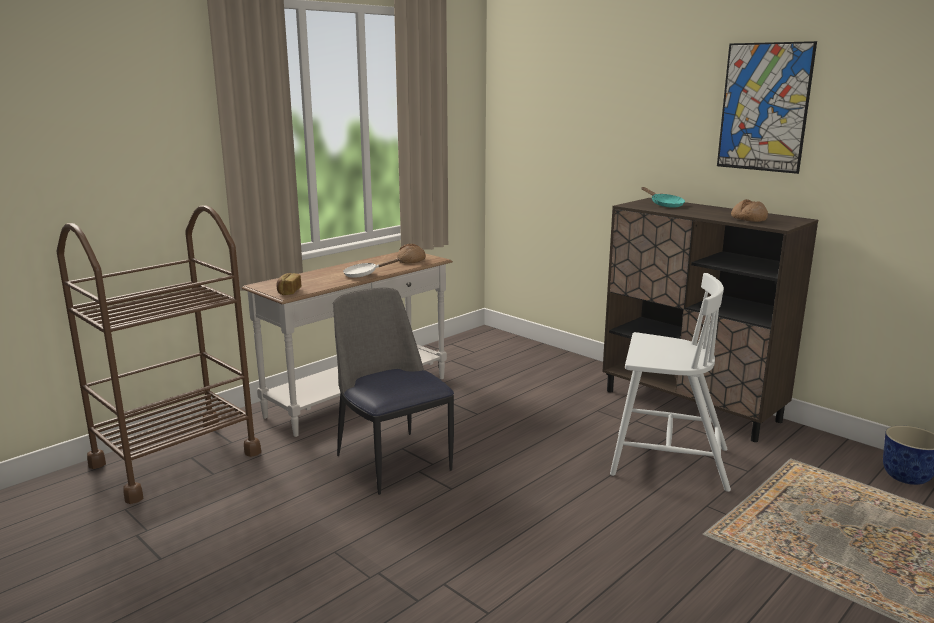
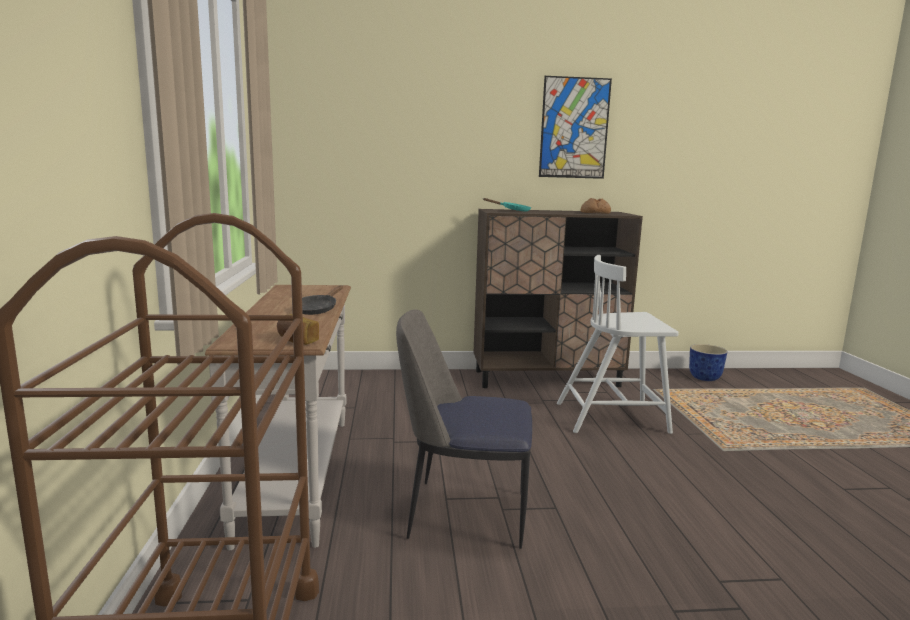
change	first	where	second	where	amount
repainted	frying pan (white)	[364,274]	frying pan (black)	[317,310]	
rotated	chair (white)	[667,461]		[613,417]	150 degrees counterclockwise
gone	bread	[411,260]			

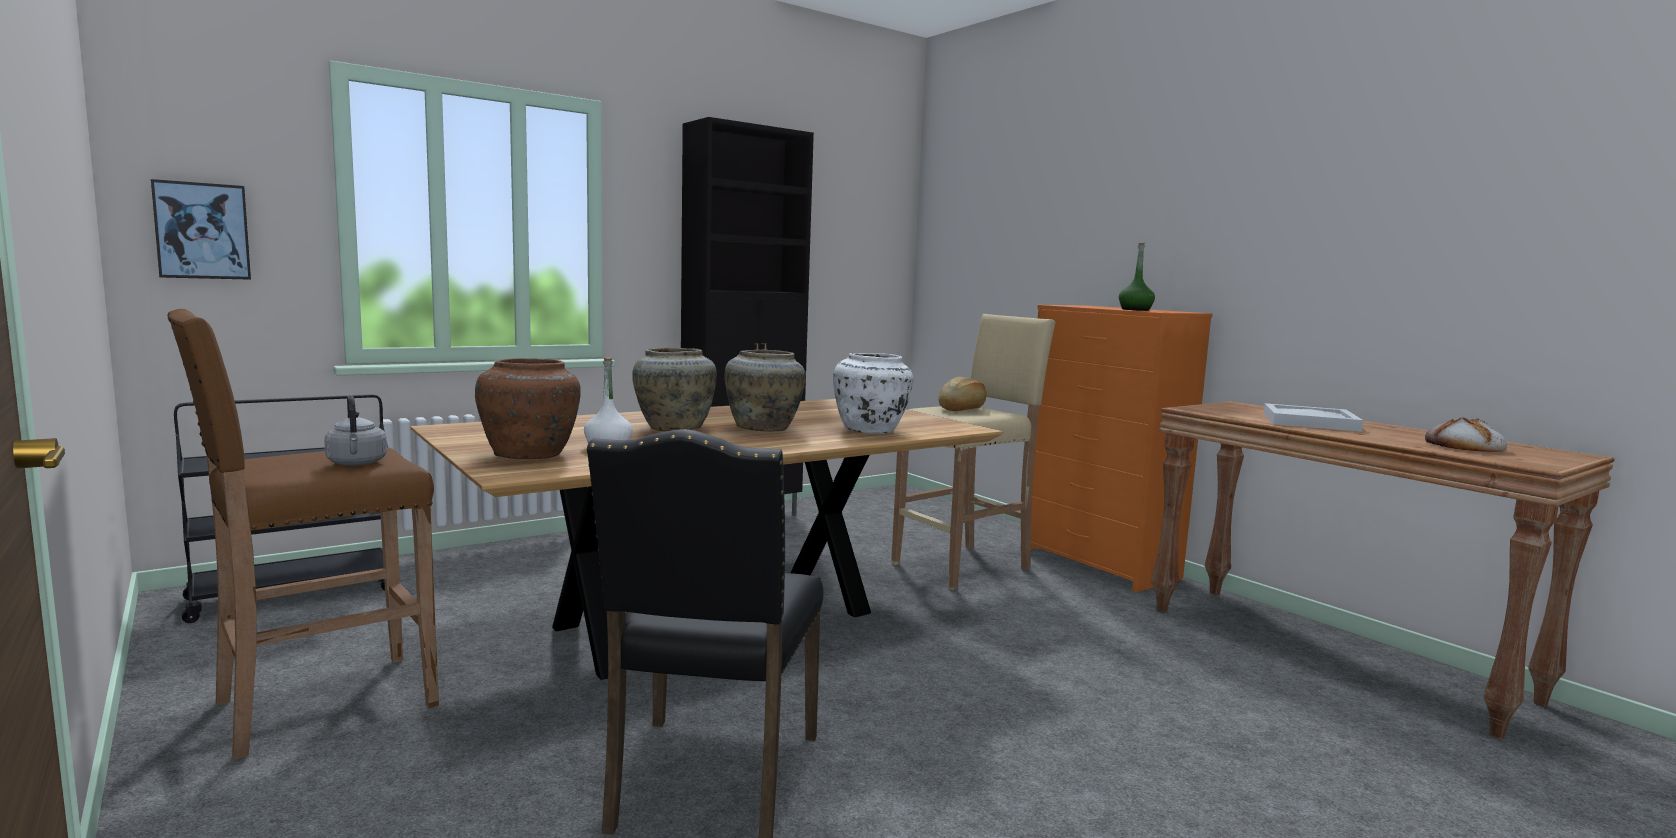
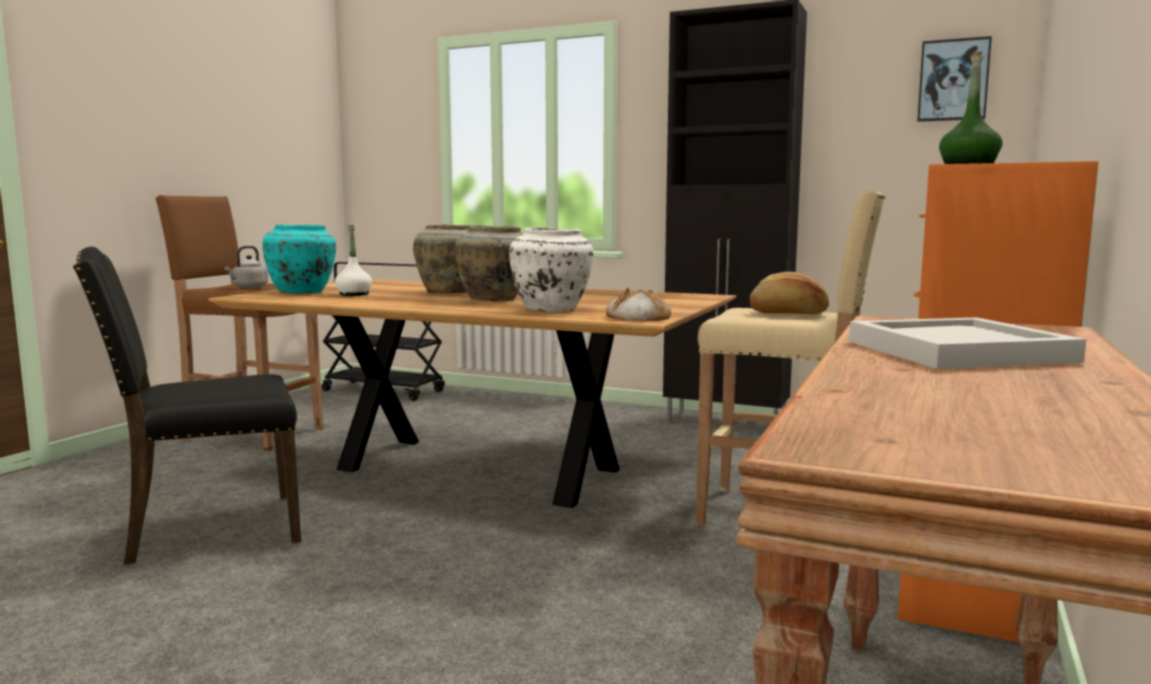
change	first	where	second	where	amount
repainted	vase (brown)	[531,455]	vase (turquoise)	[303,292]	
shifted	bread	[1464,446]		[637,317]	
shifted	picture	[202,231]		[953,80]	

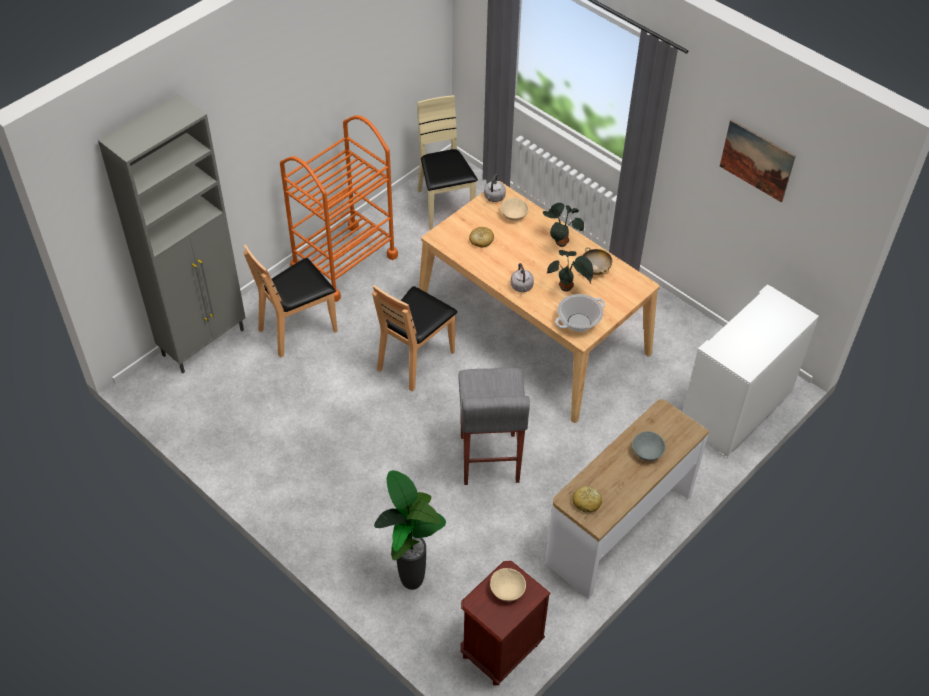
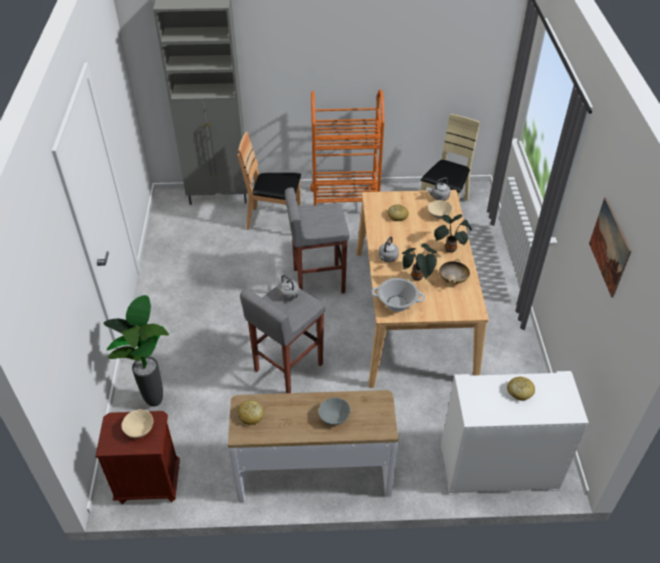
change	first	where	second	where	amount
new			kettle (grey)	[289,295]	
swapped	chair (brown)	[415,359]	stool (grey)	[317,280]	
new			bread	[519,391]	

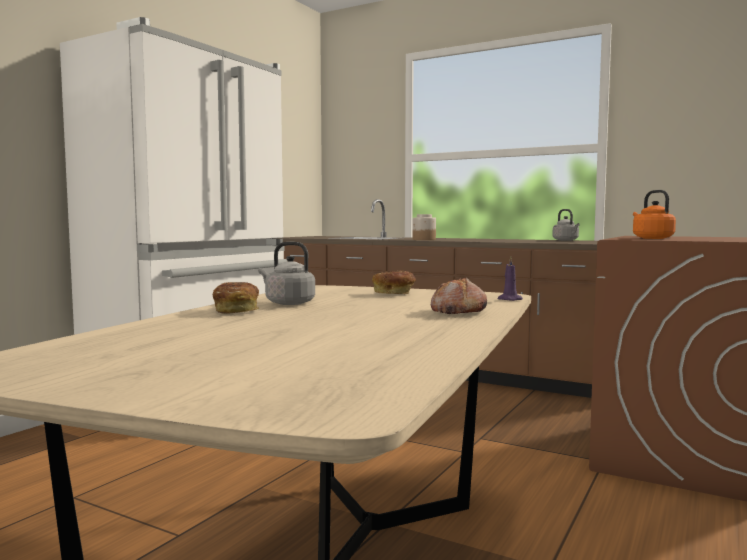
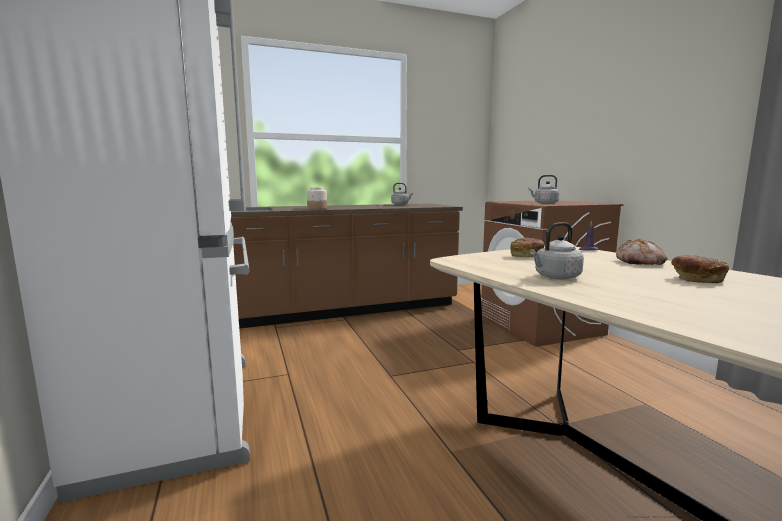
change	first	where	second	where	amount
repainted	kettle (orange)	[651,238]	kettle (grey)	[544,203]	
shifted	bread	[237,310]		[696,279]	

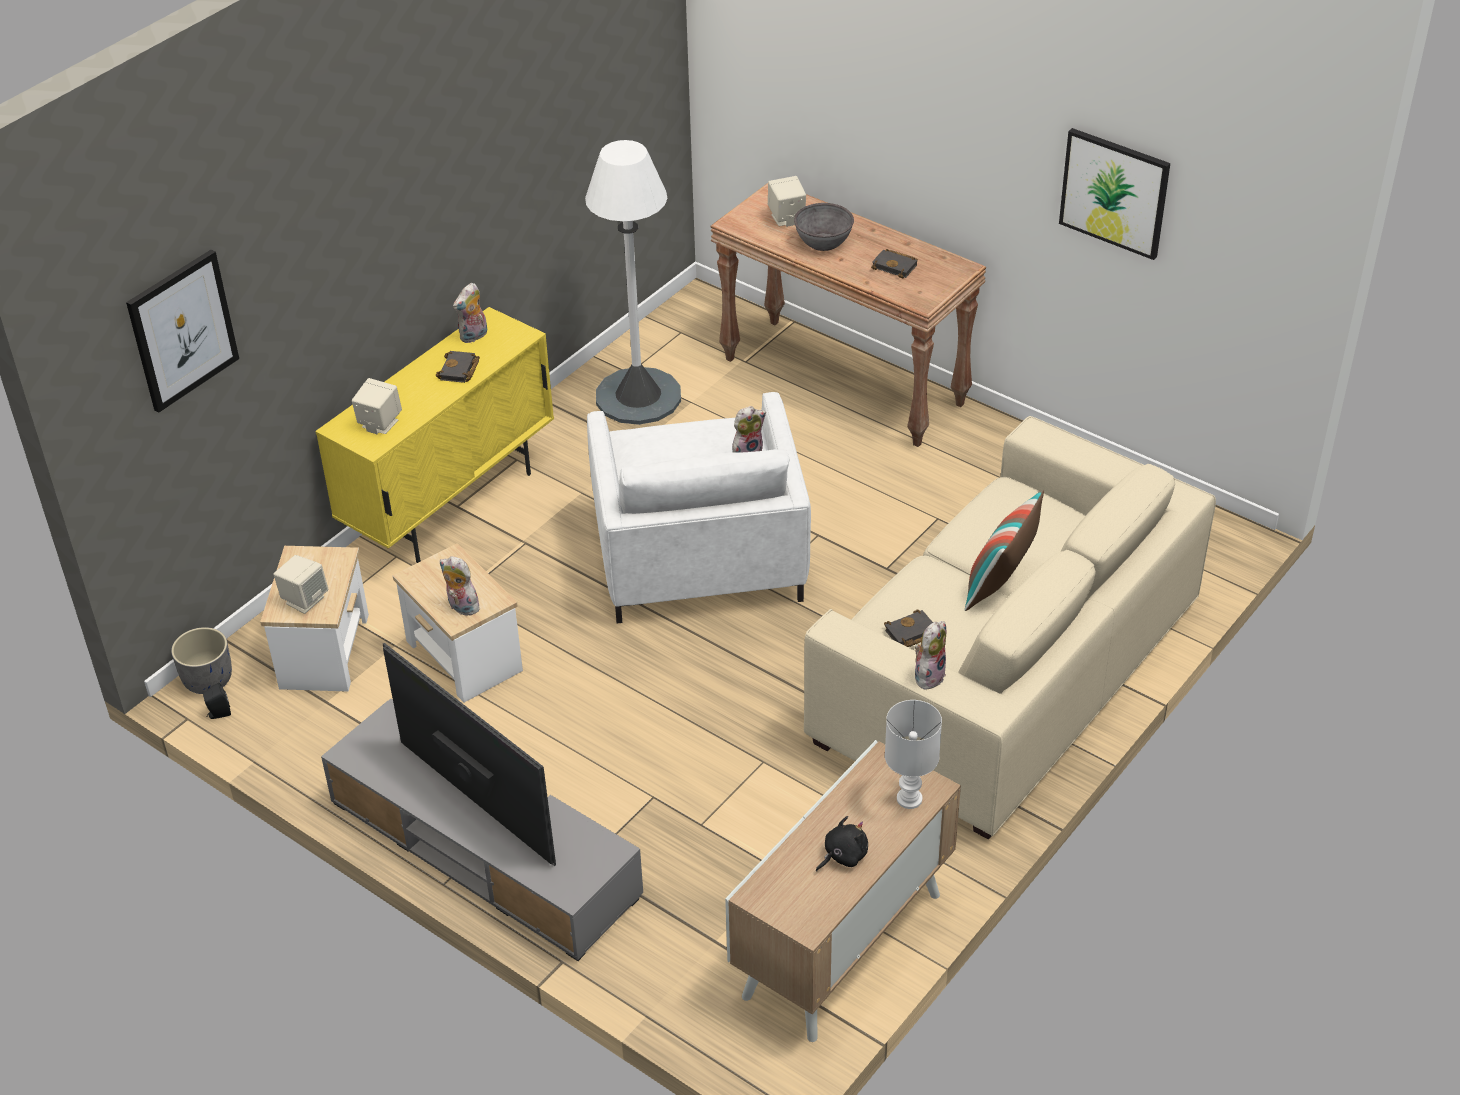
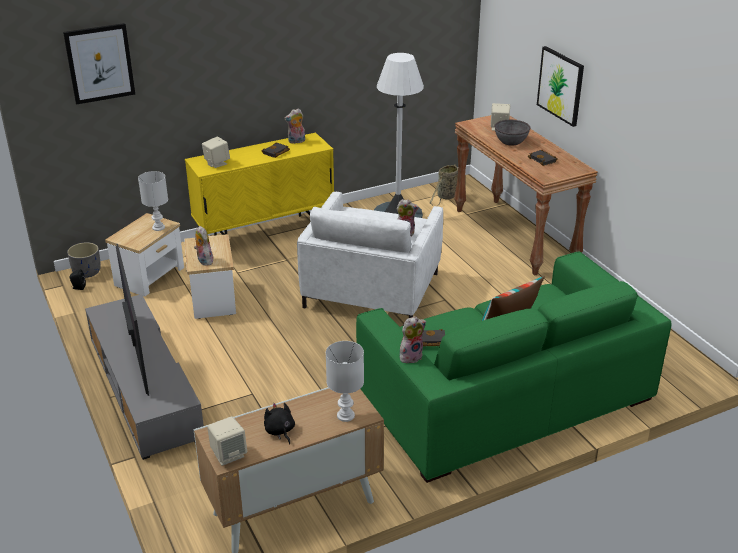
change	first	where	second	where	amount
new			table lamp (white)	[159,228]	
shifted	speaker (beige)	[304,600]		[228,454]	
rotated	plush toy (black)	[843,855]		[280,431]	105 degrees counterclockwise
repainted	sofa (beige)	[1005,671]	sofa (green)	[504,398]	
new			basket	[446,197]	
shifted	picture	[1114,192]		[561,85]	

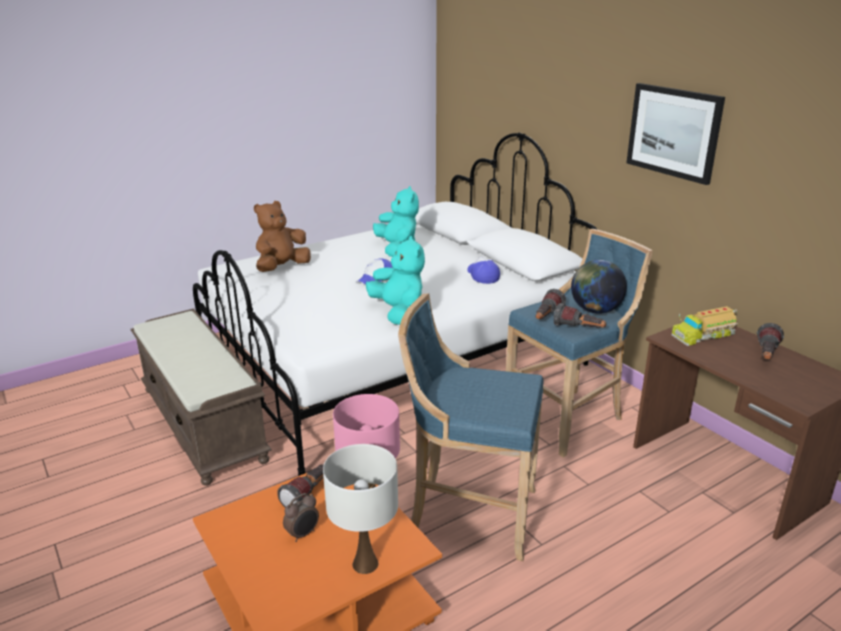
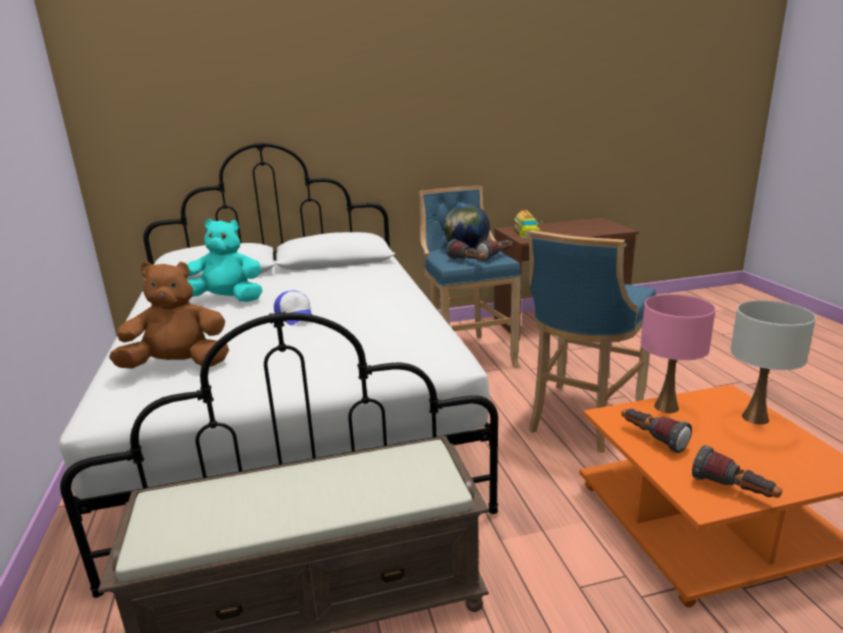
change	first	where	second	where	amount
rotated	plush toy (brown)	[282,268]		[179,365]	105 degrees clockwise
shifted	flashlight	[766,355]		[733,491]	
gone	alarm clock	[303,534]			
gone	plush toy (turquoise)	[399,313]			
gone	cap	[482,275]			
gone	picture	[673,132]			

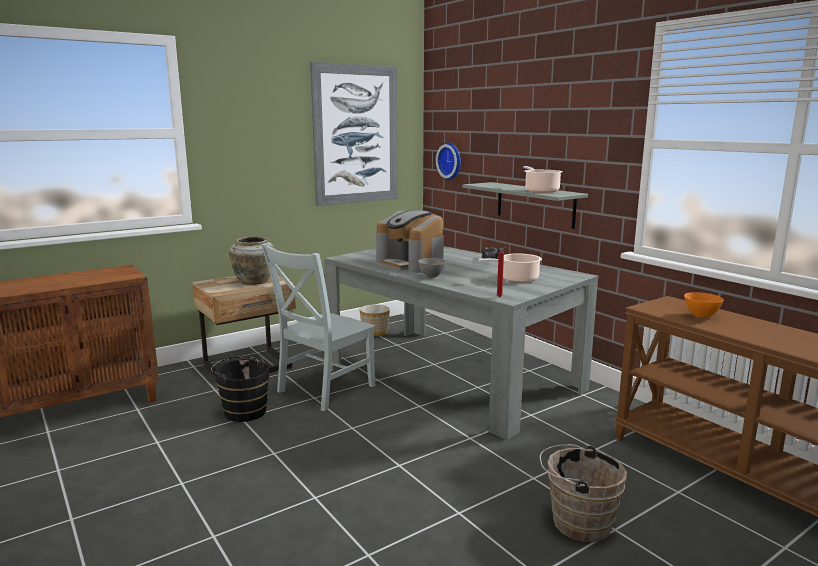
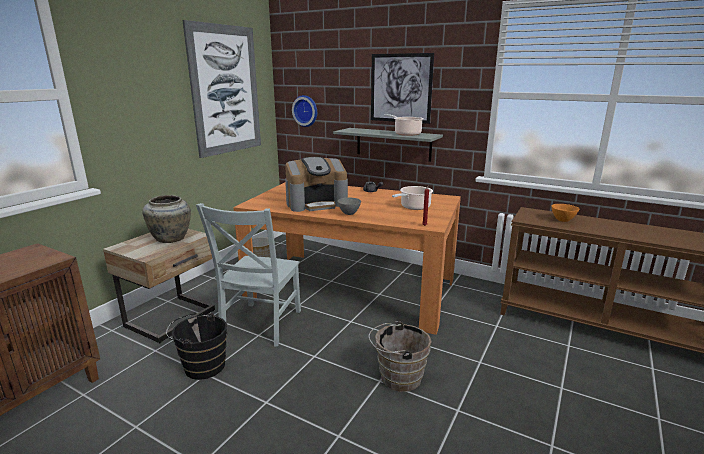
change	first	where	second	where	amount
repainted	dining table (grey)	[451,375]	dining table (orange)	[352,288]	
rotated	coffee machine	[411,264]		[316,203]	45 degrees counterclockwise
shifted	bucket (brown)	[576,521]		[397,377]	
new			picture	[400,88]	

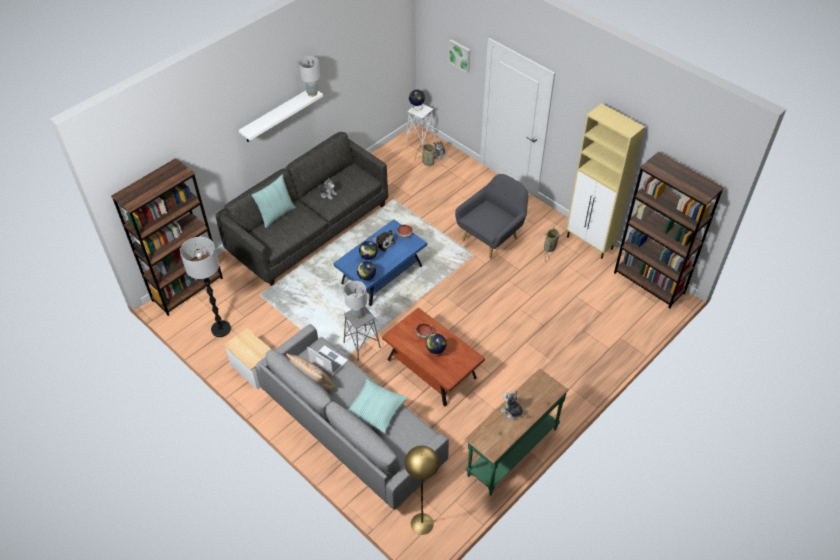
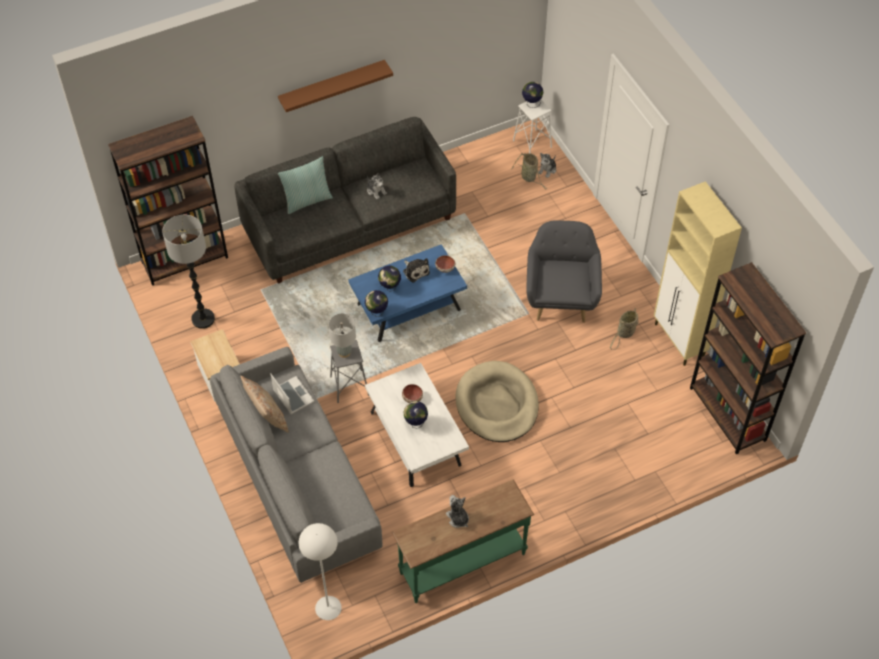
change	first	where	second	where	amount
repainted	shelf (white)	[277,115]	shelf (brown)	[332,85]	
repainted	floor lamp (yellow)	[422,523]	floor lamp (white)	[328,607]	
repainted	coffee table (brown)	[432,369]	coffee table (white)	[416,439]	
new			dog bed (beige)	[497,404]	
rotated	armchair (grey)	[491,237]		[561,297]	60 degrees counterclockwise
gone	table lamp (grey)	[312,93]			
gone	pillow	[376,409]			
gone	picture	[460,55]			

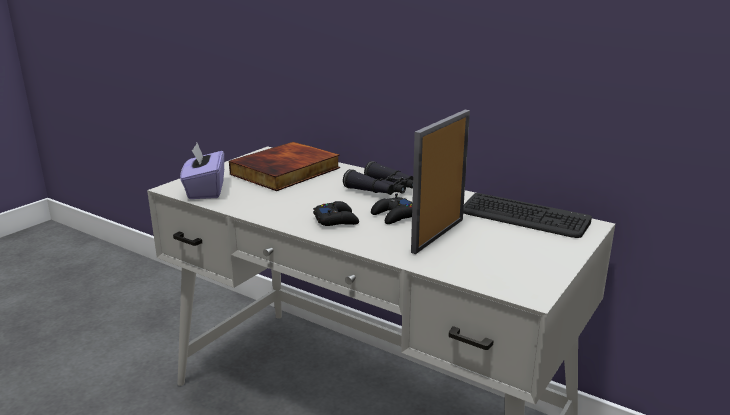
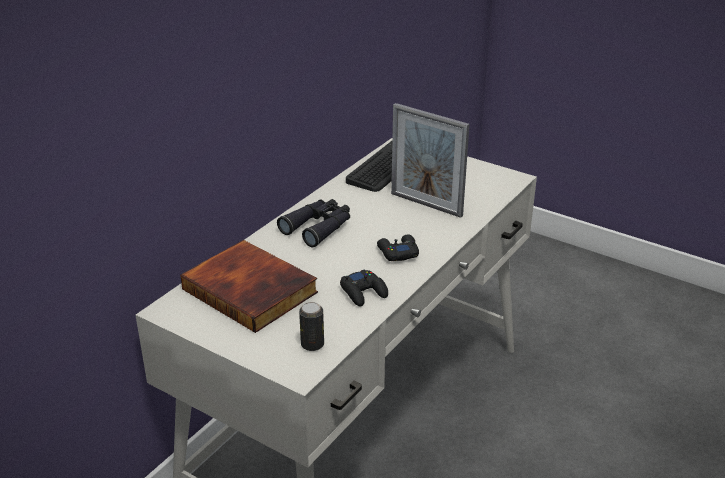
change	first	where	second	where	amount
swapped	tissue box (purple)	[205,190]	can	[312,344]	
shifted	game controller (black)	[394,216]		[364,292]	

